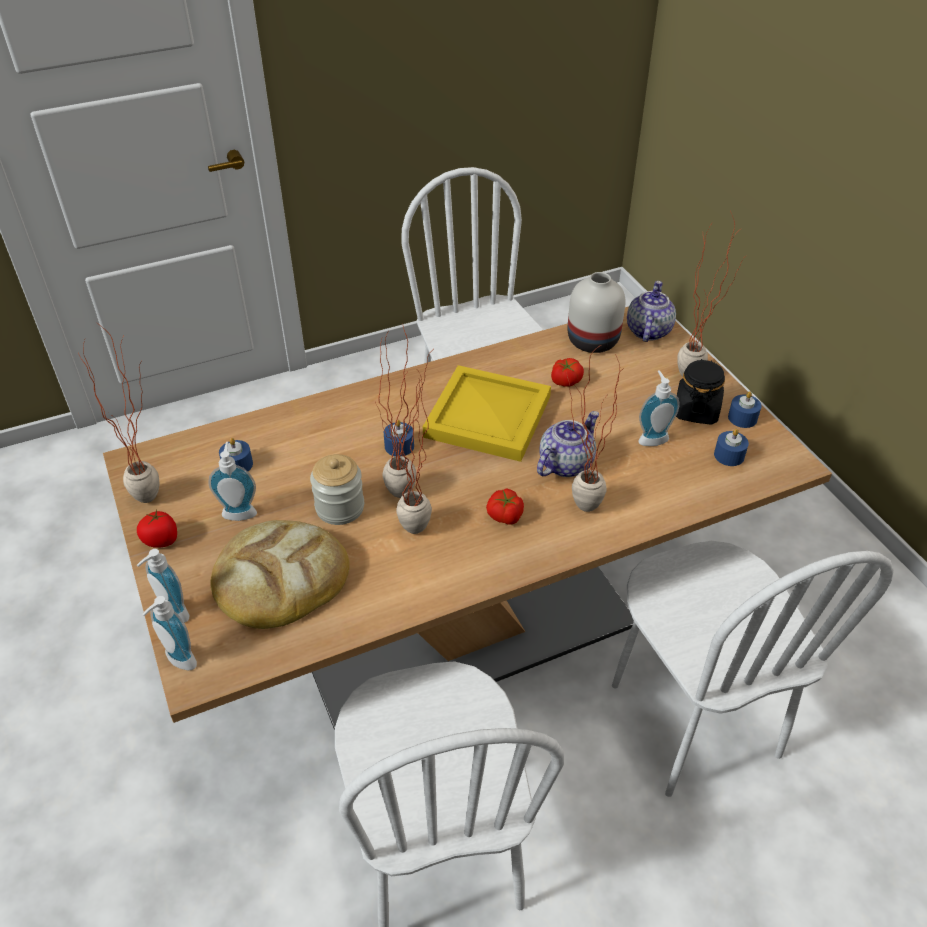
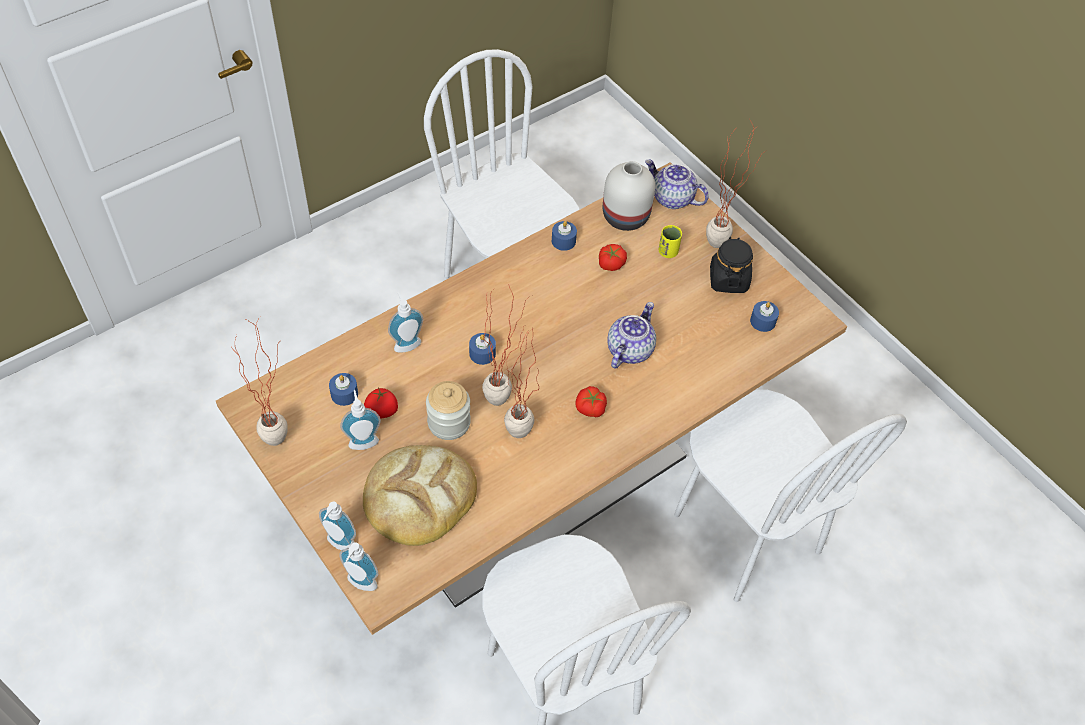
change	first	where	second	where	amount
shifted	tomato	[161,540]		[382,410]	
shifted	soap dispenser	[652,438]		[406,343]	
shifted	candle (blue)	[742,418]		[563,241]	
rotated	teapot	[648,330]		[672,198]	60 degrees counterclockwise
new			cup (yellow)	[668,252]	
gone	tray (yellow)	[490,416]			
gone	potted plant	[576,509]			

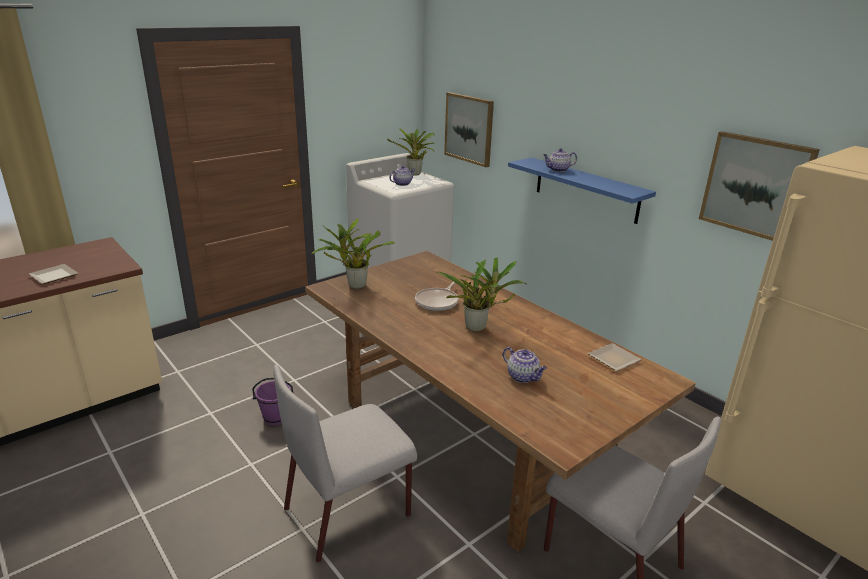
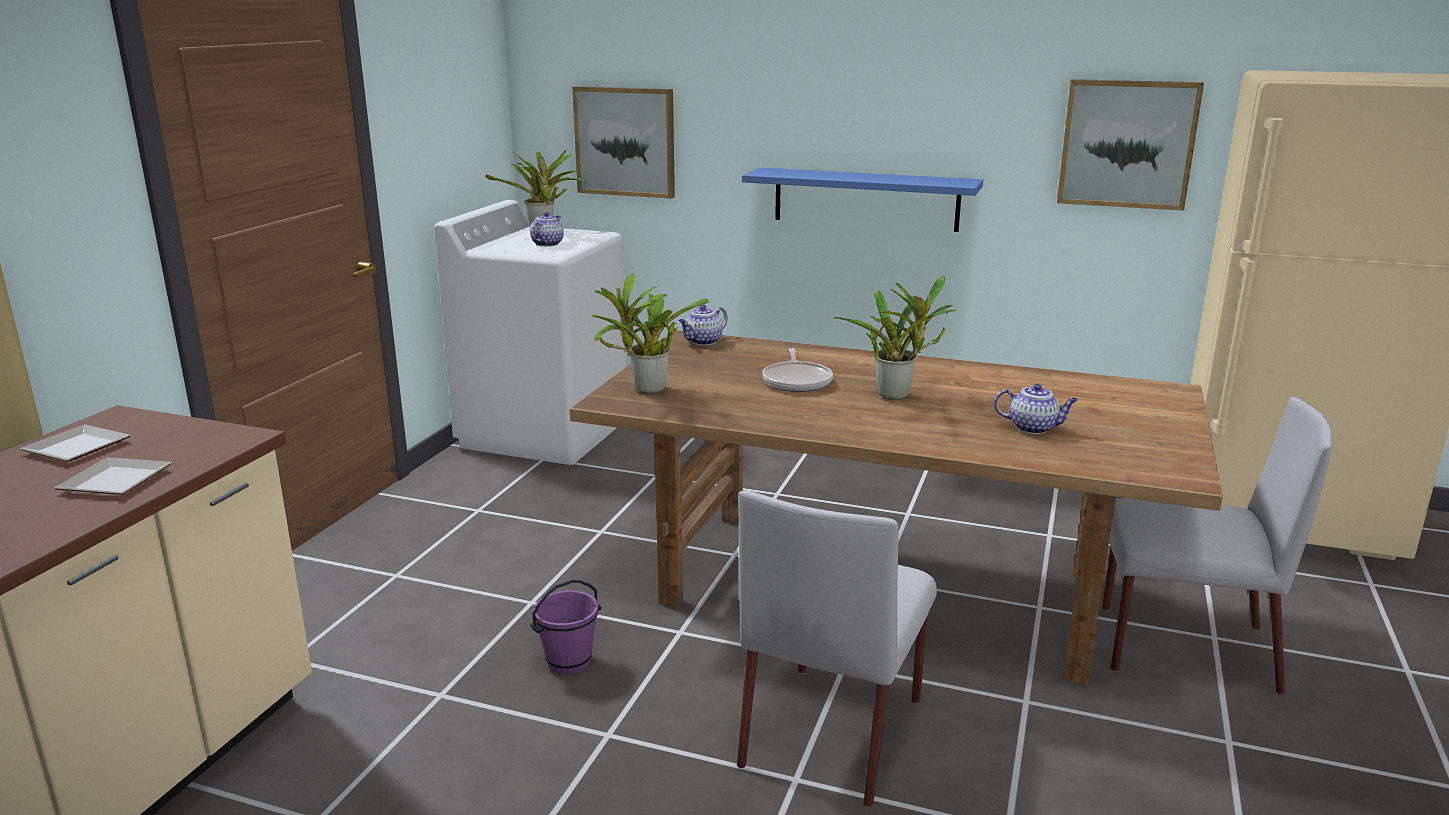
change	first	where	second	where	amount
shifted	plate	[614,360]		[77,449]	
shifted	teapot	[558,170]		[703,341]	

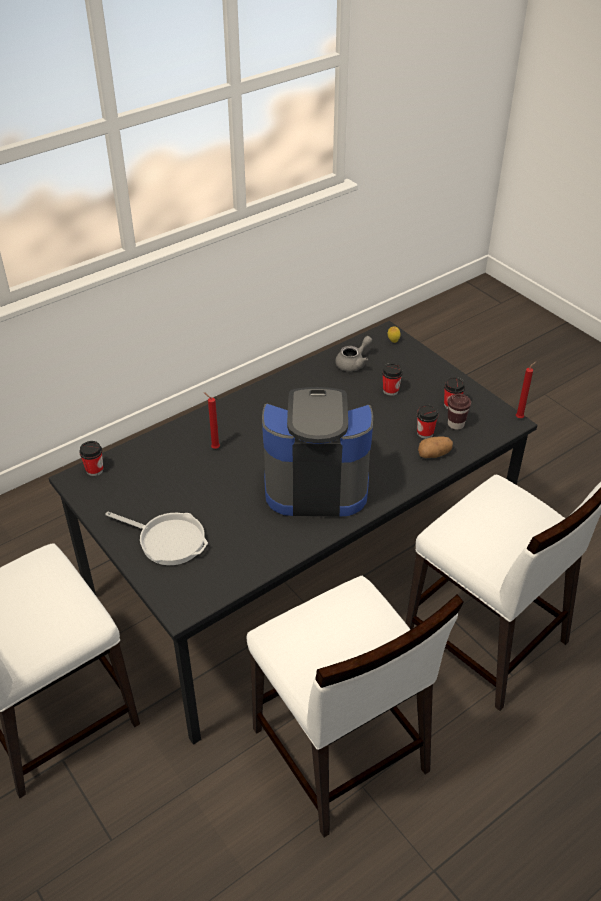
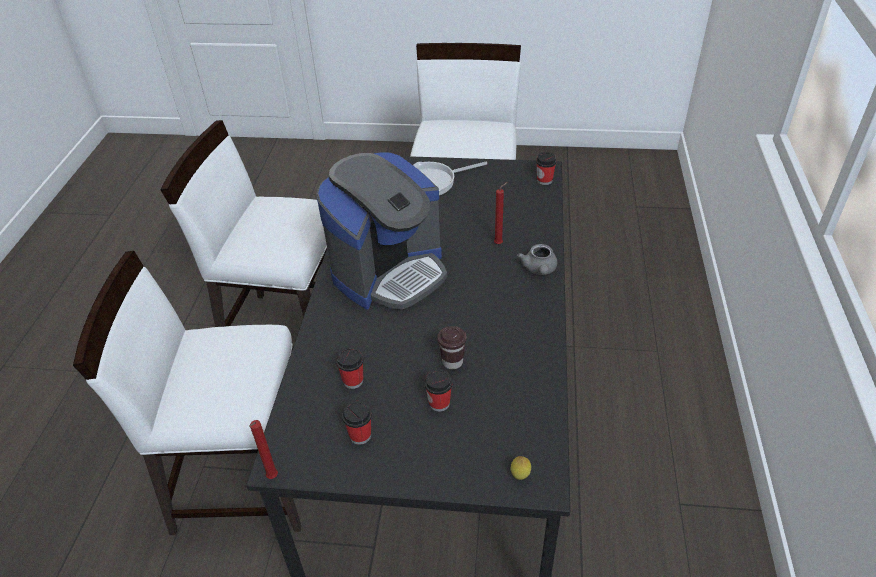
change	first	where	second	where	amount
shifted	cup (brown)	[455,424]		[452,362]	
shifted	teapot (grey)	[353,363]		[539,270]	
gone	potato	[434,454]			

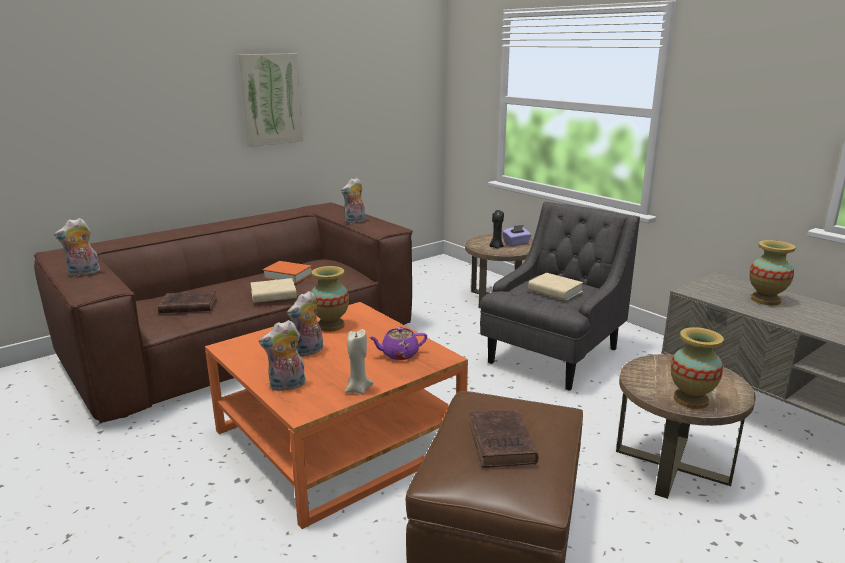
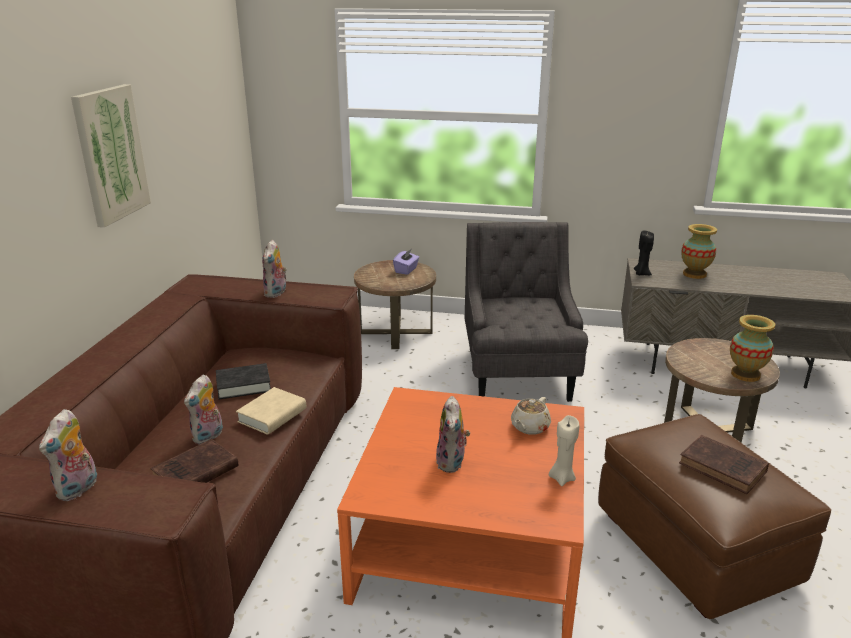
change	first	where	second	where	amount
shifted	plush toy	[287,386]		[208,437]	
repainted	book (orange)	[288,276]	book (black)	[243,385]	
repainted	teapot (purple)	[399,354]	teapot (beige)	[529,427]	
shifted	candle (black)	[496,247]		[641,274]	
gone	vase	[330,326]			
gone	book (beige)	[555,291]			

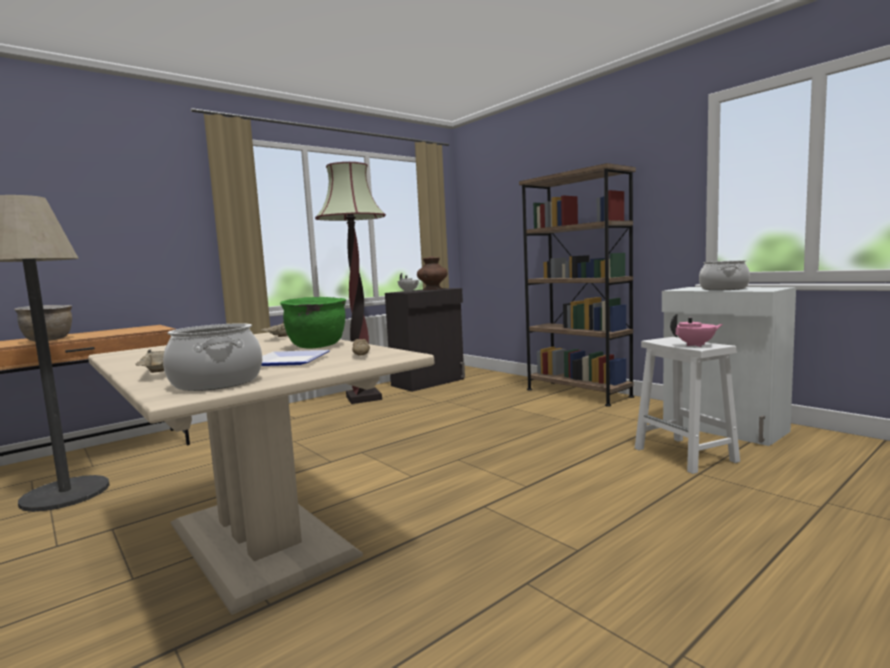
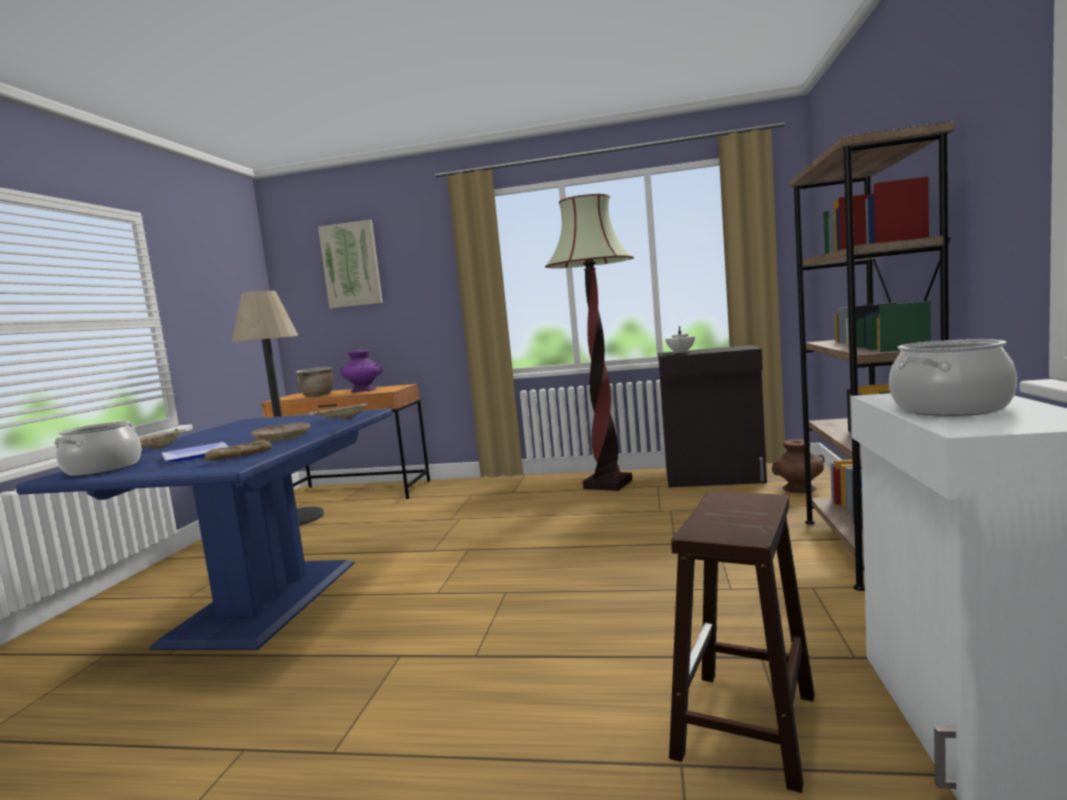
change	first	where	second	where	amount
repainted	dining table (beige)	[262,537]	dining table (blue)	[267,601]	
swapped	cooking pot (green)	[318,346]	plate (beige)	[283,439]	
new			picture	[351,265]	
new			vase (purple)	[363,390]	
repainted	stool (white)	[686,455]	stool (brown)	[746,727]	
shifted	vase (brown)	[433,289]		[799,488]	
gone	teapot (pink)	[696,345]			

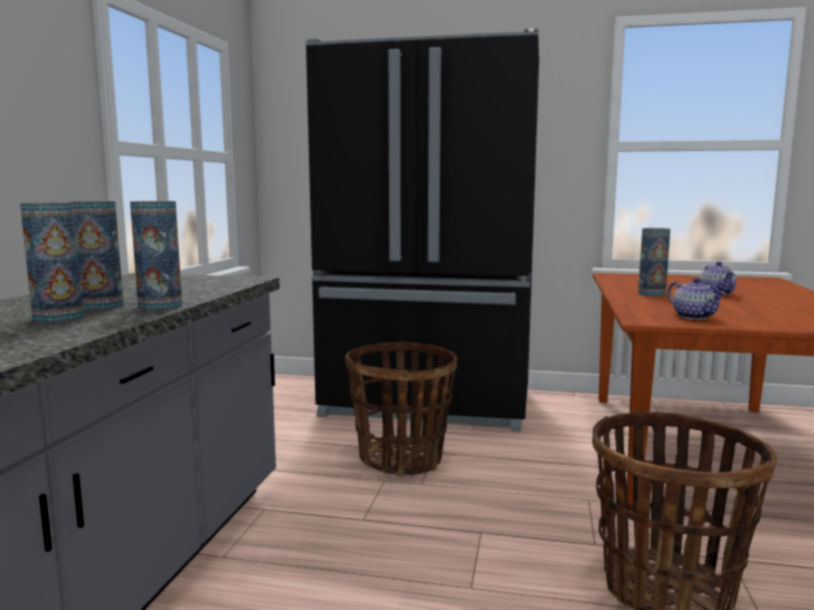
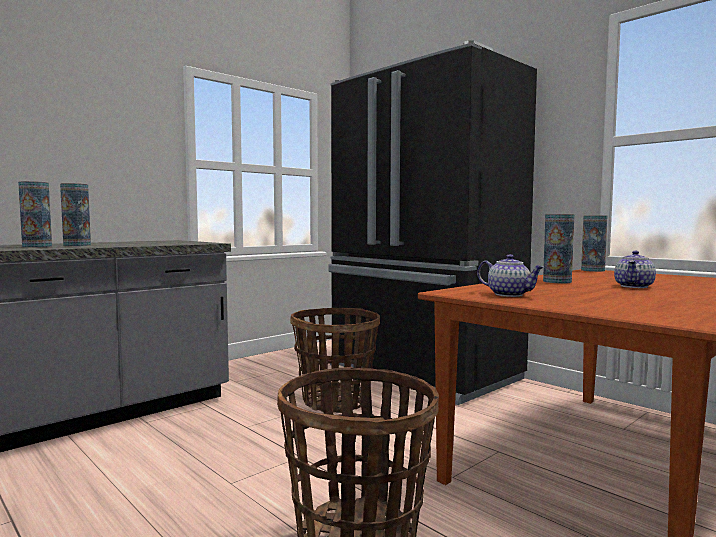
change	first	where	second	where	amount
rotated	teapot	[694,317]		[509,294]	60 degrees counterclockwise
shifted	vase	[160,306]		[592,270]	

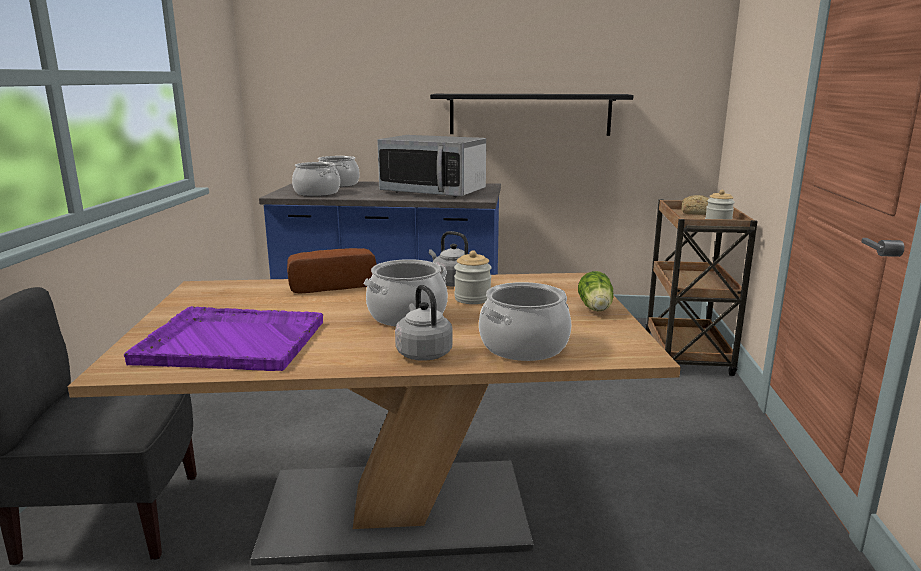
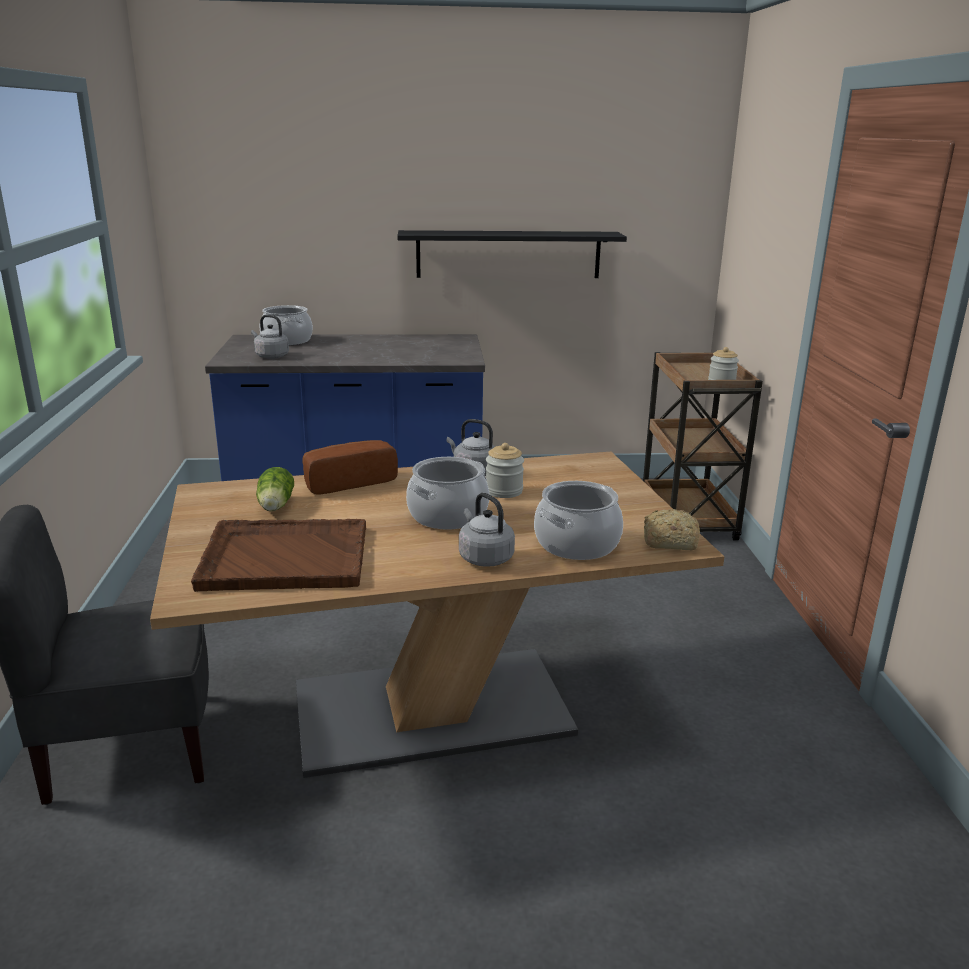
change	first	where	second	where	amount
repainted	tray (purple)	[230,341]	tray (brown)	[283,557]	
swapped	cooking pot	[316,193]	kettle (grey)	[270,356]	
shifted	lettuce	[595,309]		[275,507]	
shifted	bread	[695,213]		[668,541]	
gone	microwave	[433,192]			

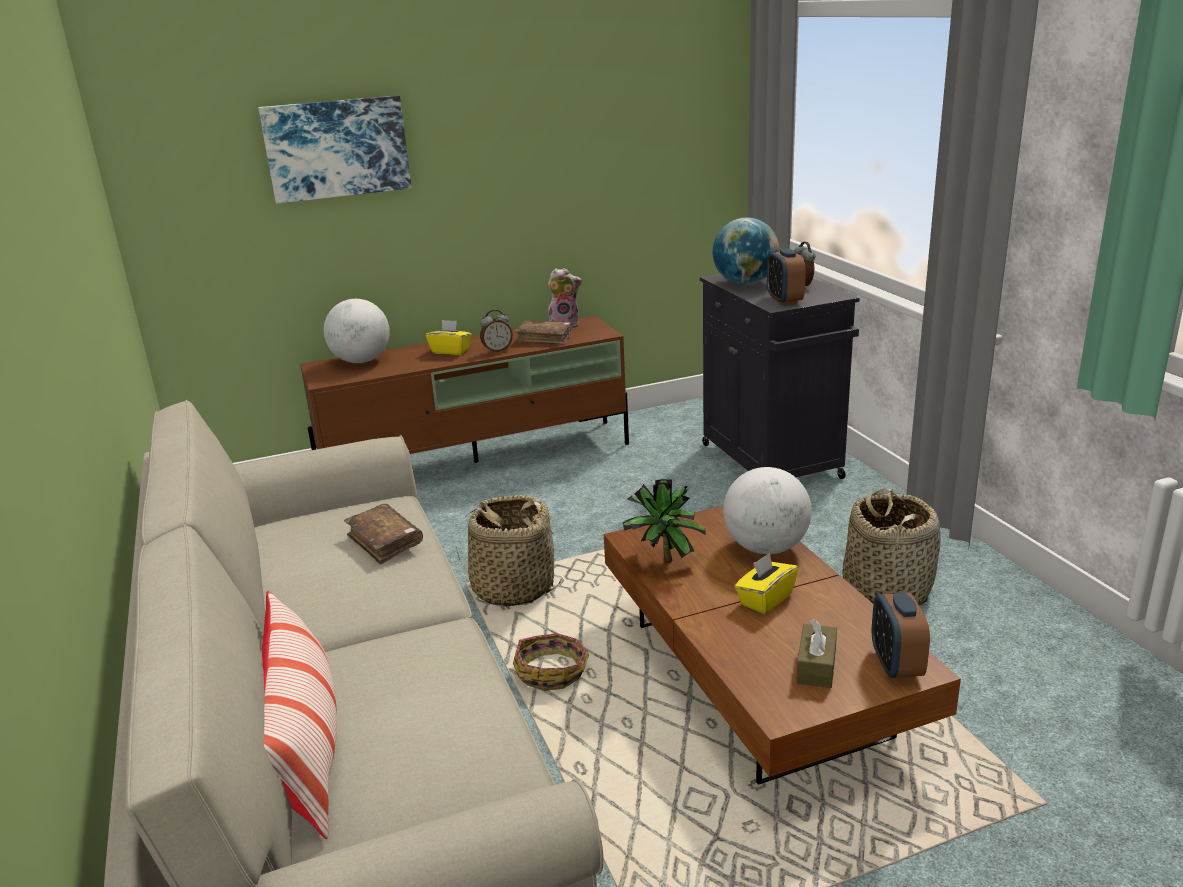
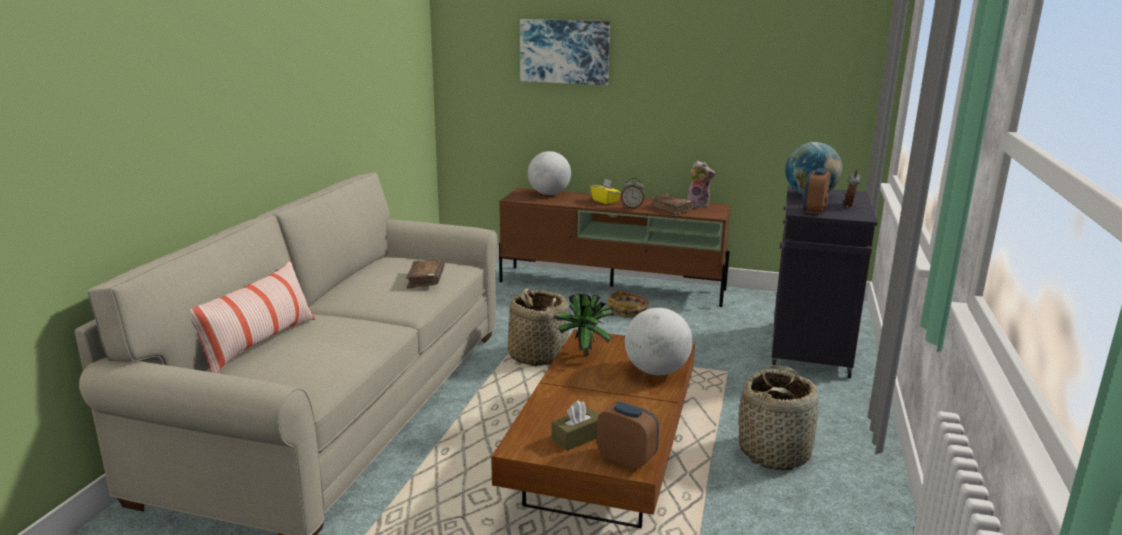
change	first	where	second	where	amount
rotated	alarm clock	[896,665]		[626,459]	90 degrees clockwise
shifted	basket	[552,672]		[628,311]	
gone	tissue box (yellow)	[765,599]			

